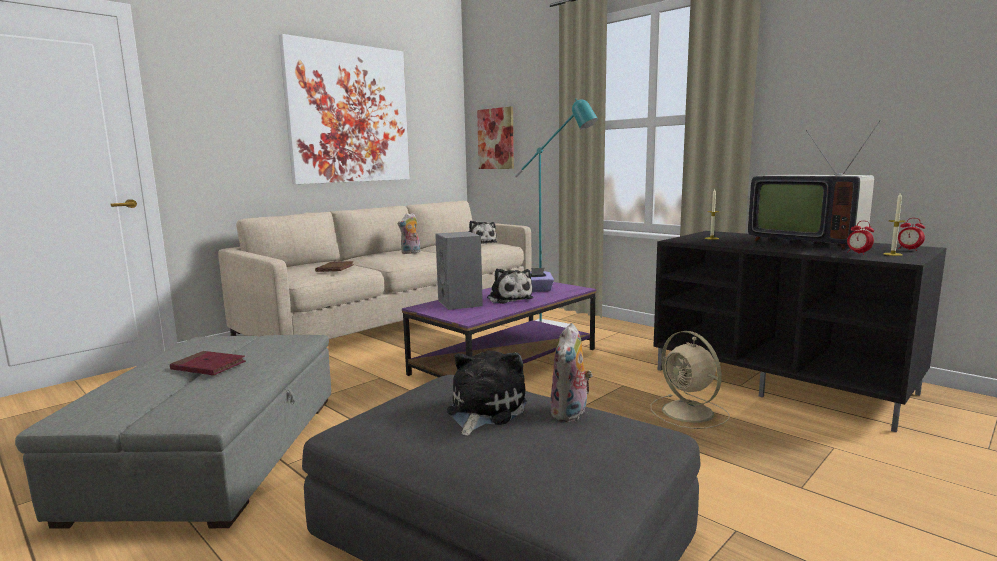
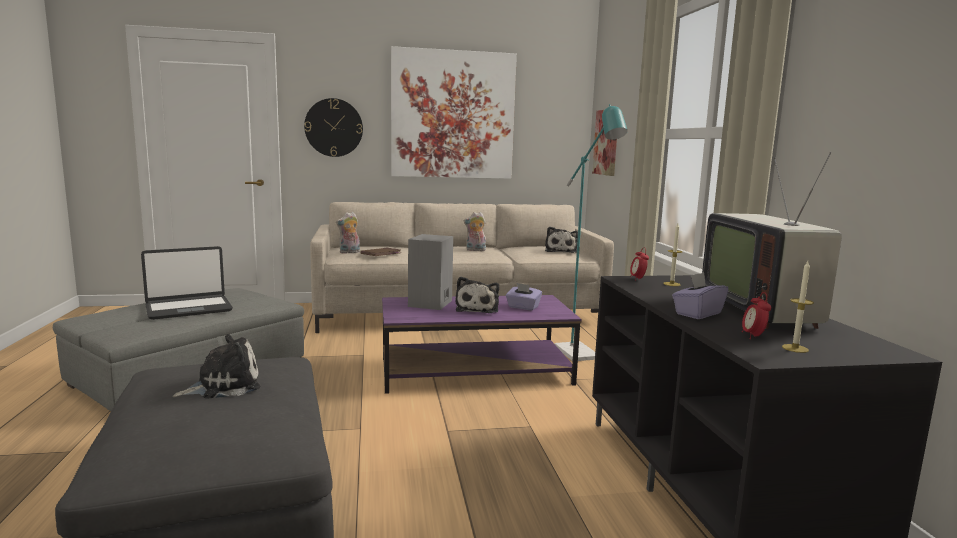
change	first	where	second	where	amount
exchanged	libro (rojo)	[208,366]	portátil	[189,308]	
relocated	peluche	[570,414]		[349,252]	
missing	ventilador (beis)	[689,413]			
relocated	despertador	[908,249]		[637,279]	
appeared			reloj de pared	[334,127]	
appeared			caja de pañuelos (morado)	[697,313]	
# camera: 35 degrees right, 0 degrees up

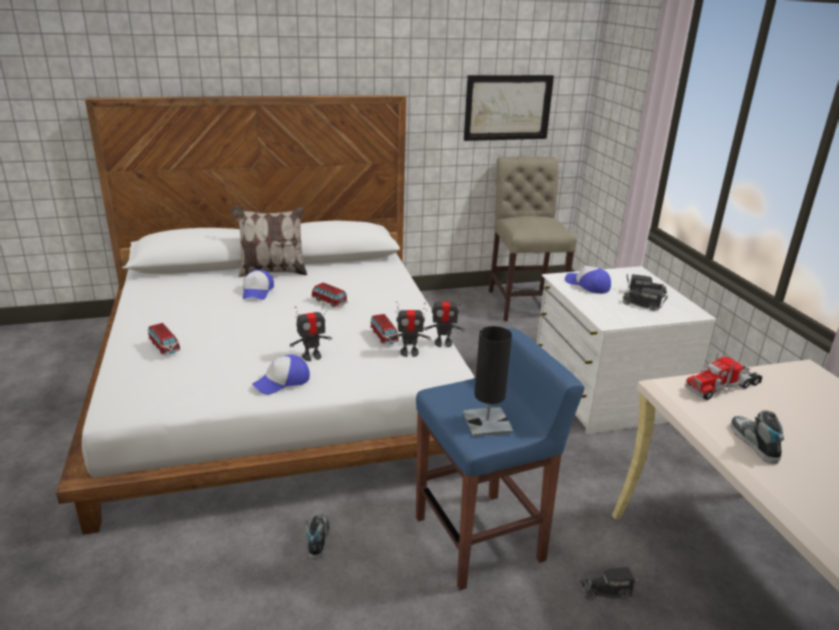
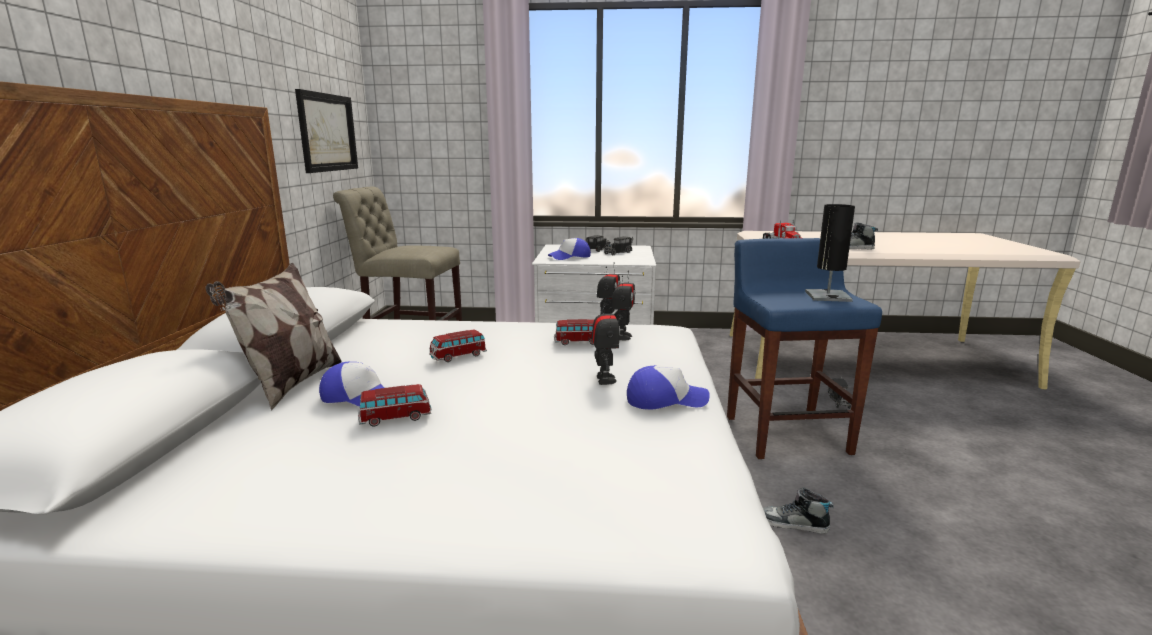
change	first	where	second	where	amount
relocated	coche de juguete	[164,347]		[395,418]	
spun	gorra	[282,382]		[665,400]	75 degrees counterclockwise
# camera: 70 degrees left, 10 degrees down

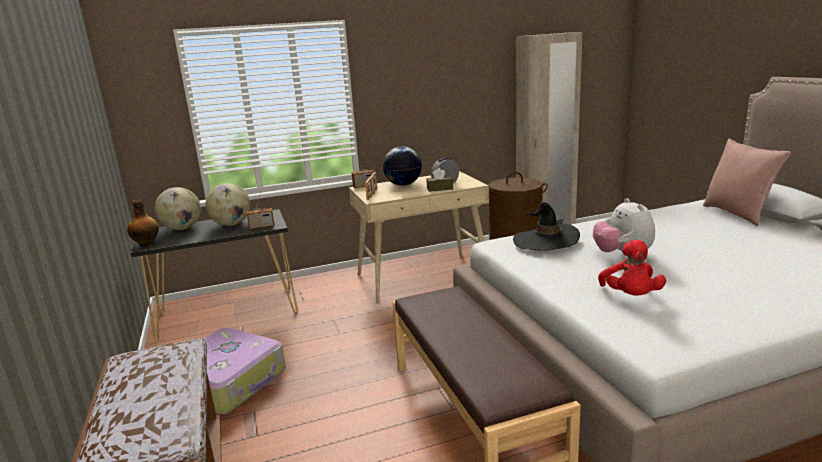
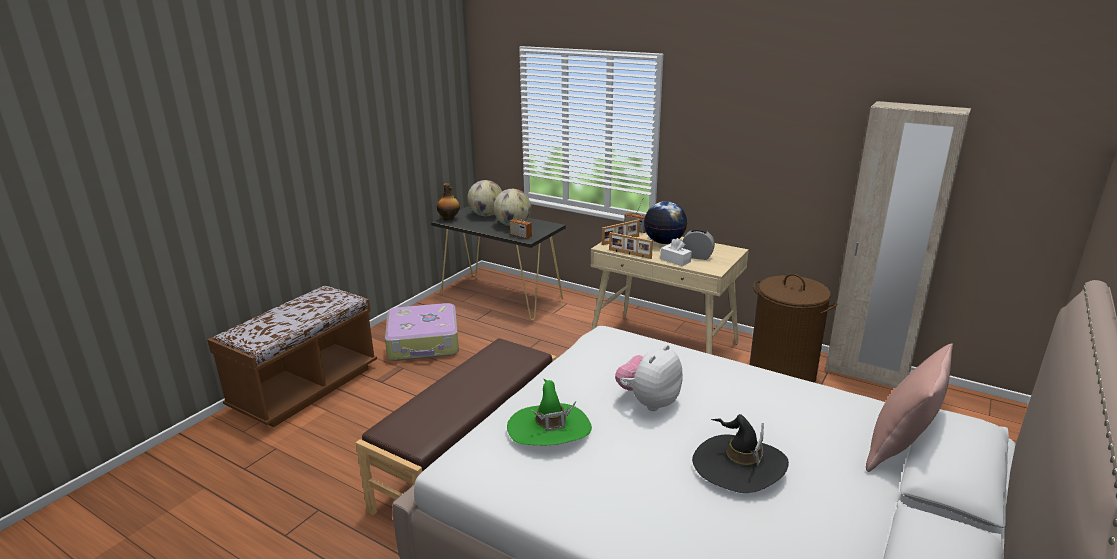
change	first	where	second	where	amount
colour	caja de pañuelos (marrón)	[440,189]	caja de pañuelos (blanco)	[675,260]	
relocated	sombrero (negro)	[545,241]		[738,466]	
exchanged	peluche (rojo)	[630,297]	sombrero (verde)	[549,429]	
appeared			portarretratos	[629,254]	
# camera: 50 degrees right, 5 degrees up

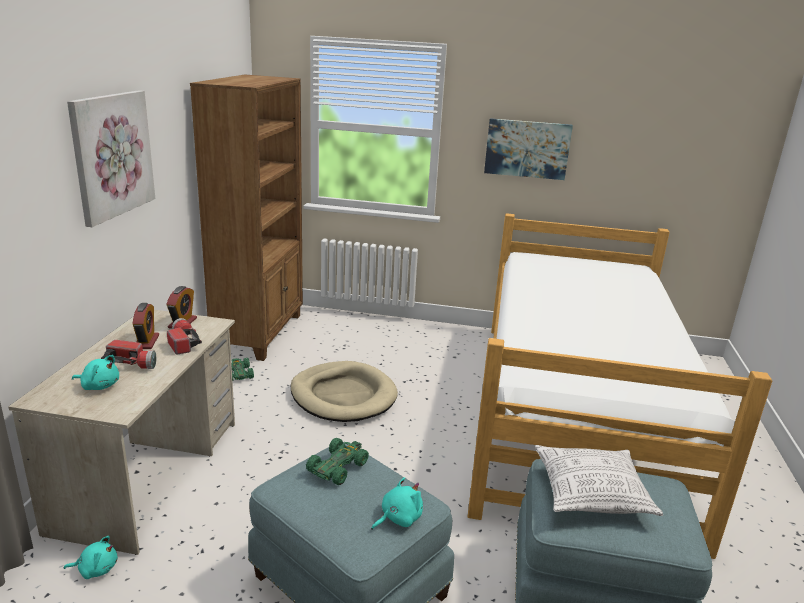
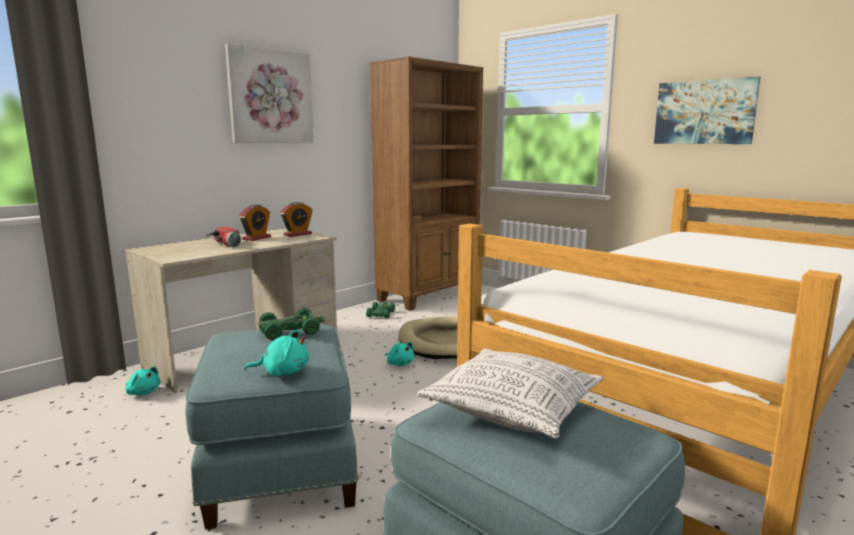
change	first	where	second	where	amount
relocated	peluche (turquesa)	[99,386]		[399,364]	
missing	linterna	[183,343]			
# camera: 35 degrees right, 10 degrees down

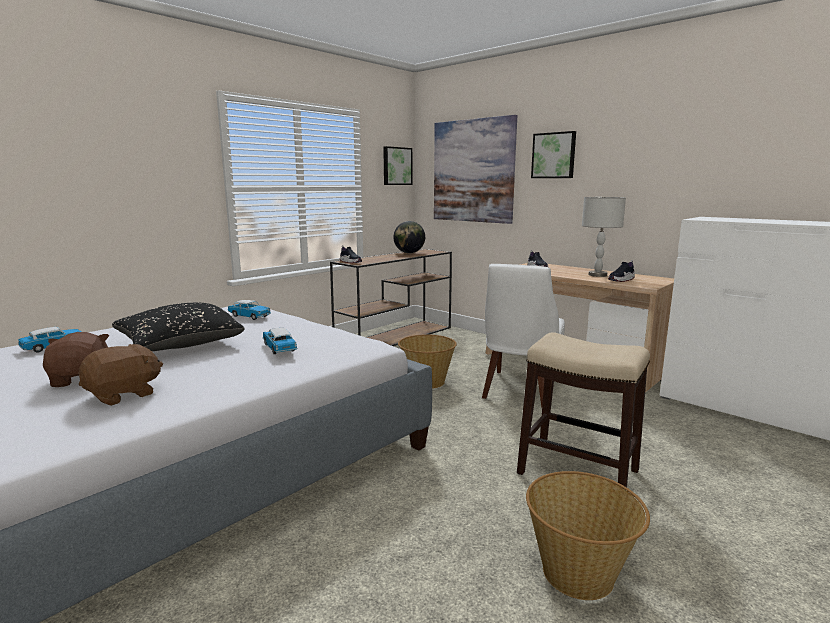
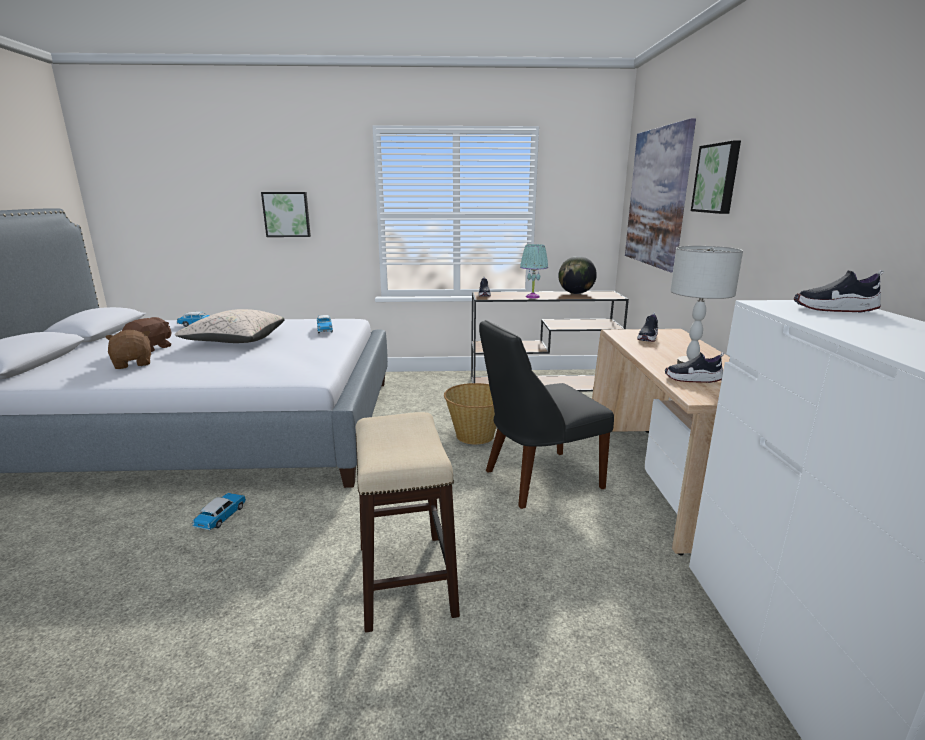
change	first	where	second	where	amount
spun	peluche (marrón)	[124,395]		[134,363]	120 degrees counterclockwise
colour	cojín (negro)	[180,346]	cojín (beis)	[235,341]	
relocated	coche de juguete	[279,348]		[221,517]	
relocated	cuadro	[396,166]		[287,214]	
colour	silla (blanco)	[519,390]	silla (negro)	[537,480]	
missing	cesta	[579,573]			
appeared			lámpara de mesa (turquesa)	[532,297]	
appeared			zapato	[834,309]	
# camera: 45 degrees right, 5 degrees up

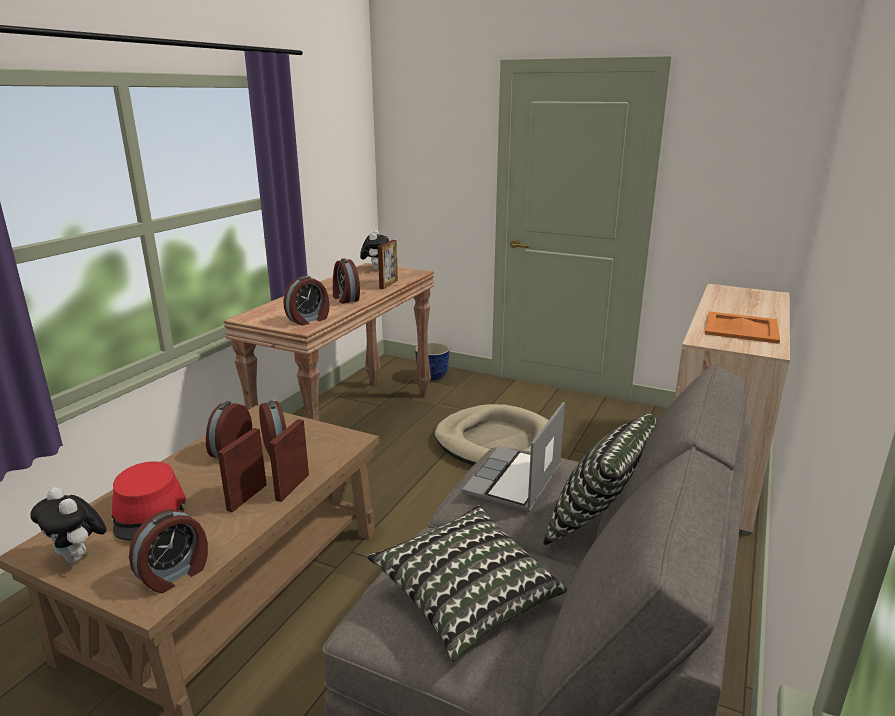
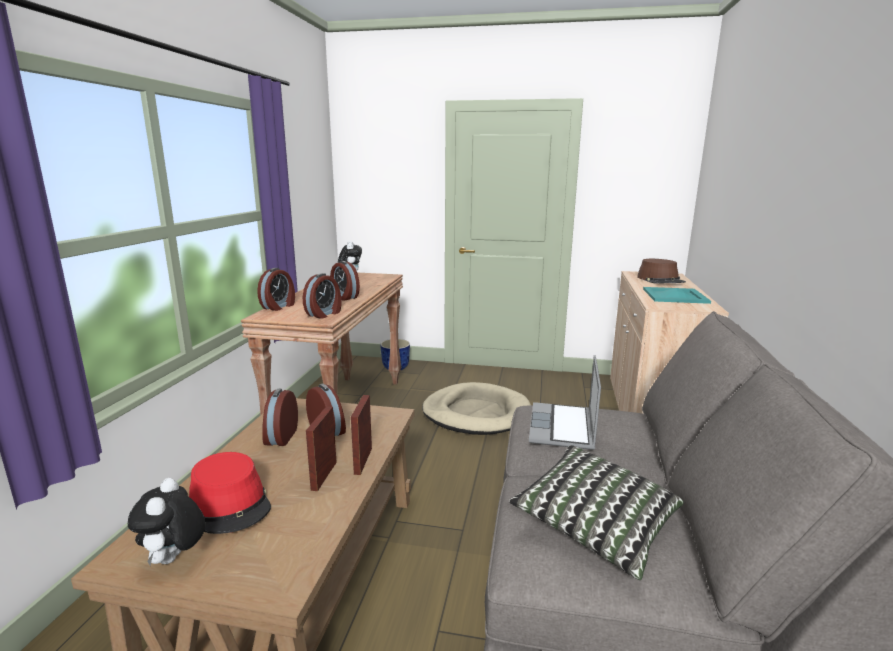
change	first	where	second	where	amount
spun	peluche	[79,557]		[174,559]	60 degrees clockwise
relocated	despertador	[175,574]		[279,306]	
missing	portarretratos	[388,284]			
missing	cojín	[597,523]			
colour	bandeja (naranja)	[742,328]	bandeja (turquesa)	[675,296]	
appeared			sombrero (marrón)	[660,280]	
# camera: 15 degrees left, 5 degrees down

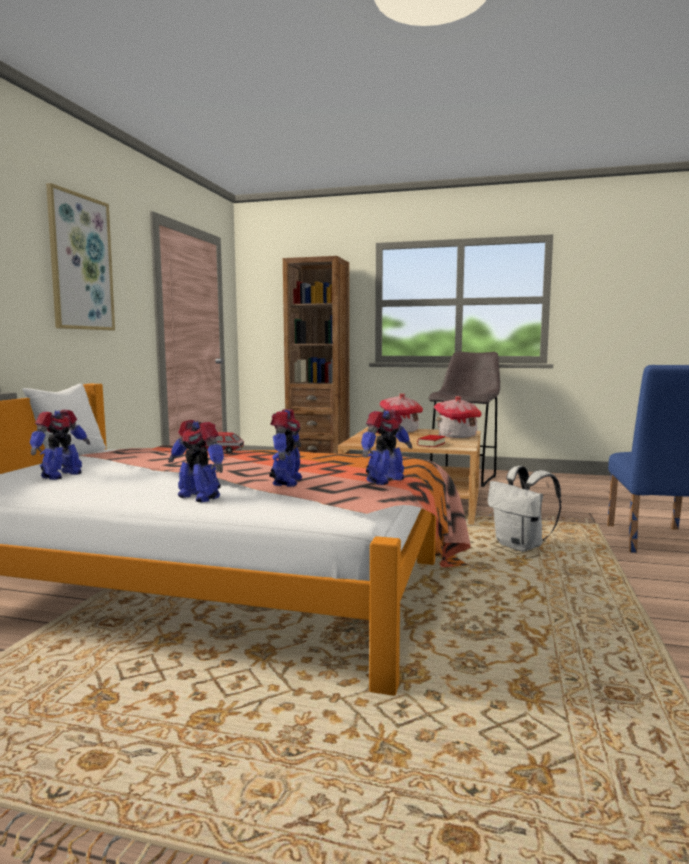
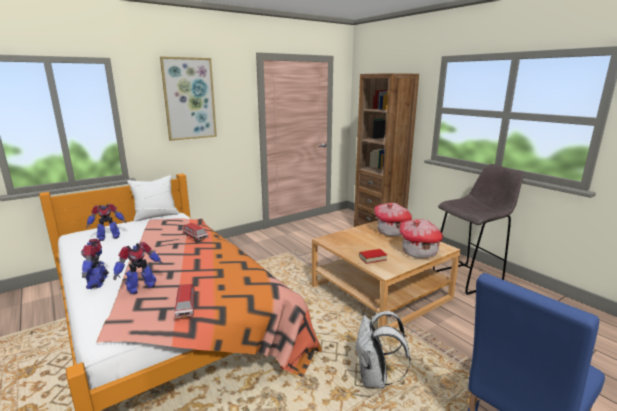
change	first	where	second	where	amount
exchanged	robot de juguete	[384,480]	coche de juguete	[185,308]	
# camera: 40 degrees right, 10 degrees up

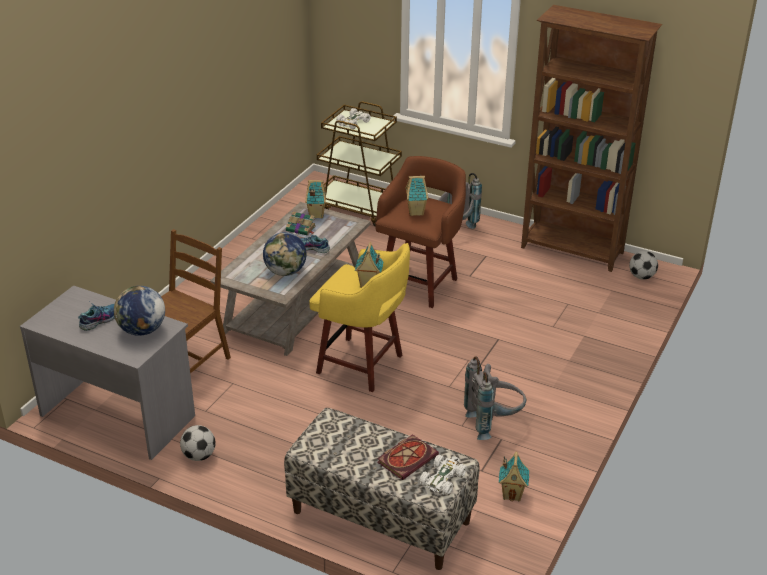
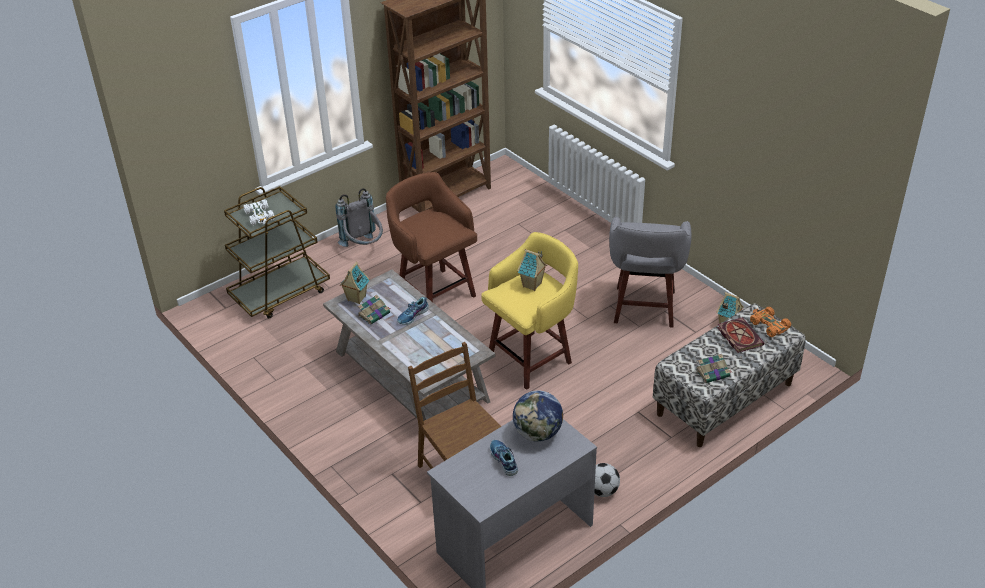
change	first	where	second	where	amount
missing	globo terráqueo	[286,272]			
missing	casita	[416,212]			
colour	coche de juguete (blanco)	[443,479]	coche de juguete (naranja)	[769,325]	
exchanged	mochila (gris)	[493,423]	taburete (gris)	[644,309]	
missing	balón de fútbol	[641,277]			
appeared			libro	[713,373]	
# camera: 65 degrees left, 5 degrees up

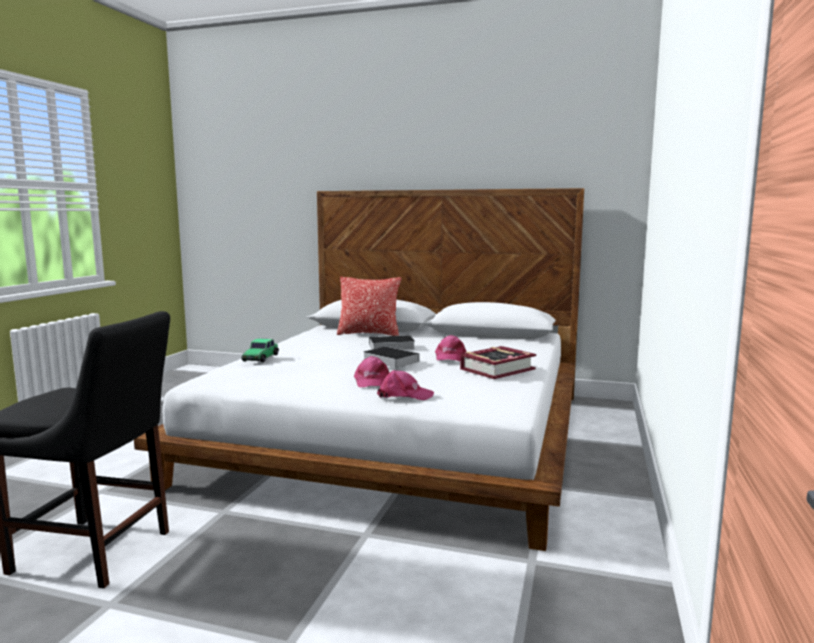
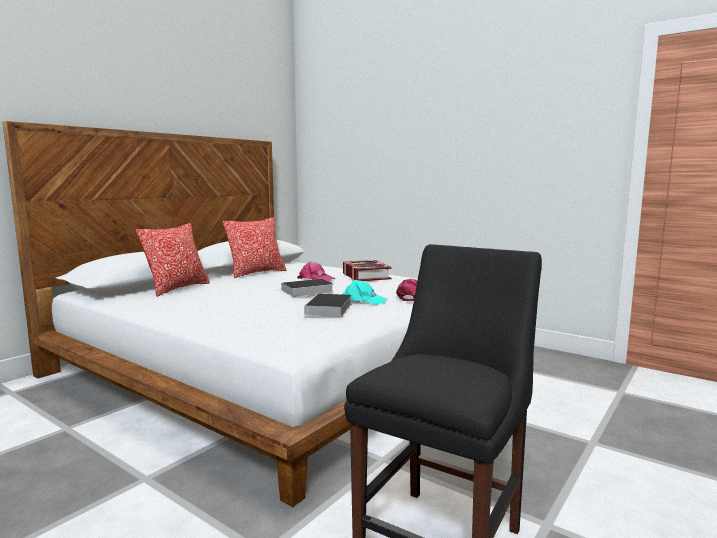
change	first	where	second	where	amount
missing	coche de juguete	[260,358]			
colour	gorra (rosa)	[371,381]	gorra (turquesa)	[363,300]	
relocated	libro	[390,346]		[329,309]	
appeared			cojín	[256,273]	
# camera: 70 degrees left, 0 degrees up

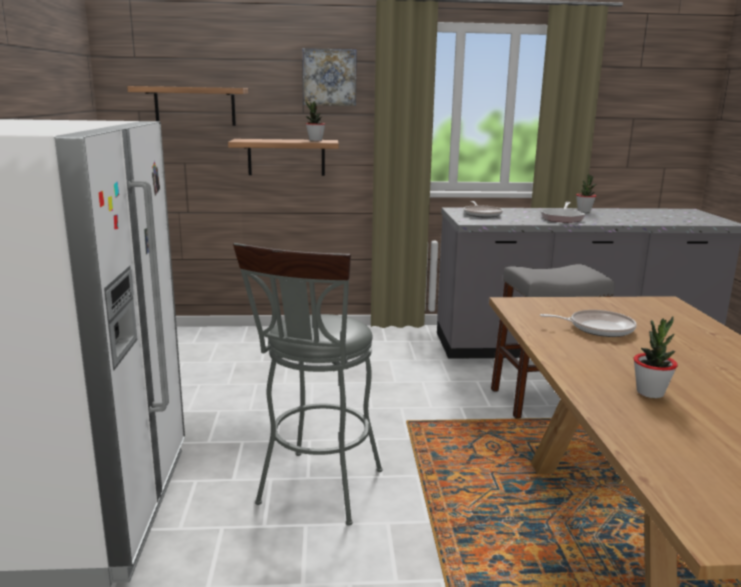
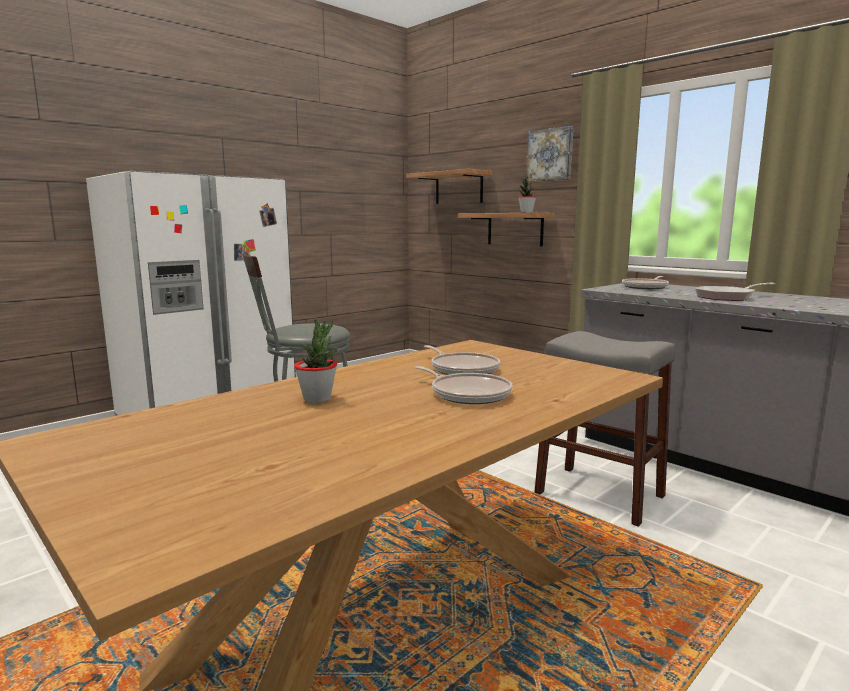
change	first	where	second	where	amount
missing	planta en maceta	[584,211]			
appeared			sartén	[468,394]	
# camera: 50 degrees right, 5 degrees down

